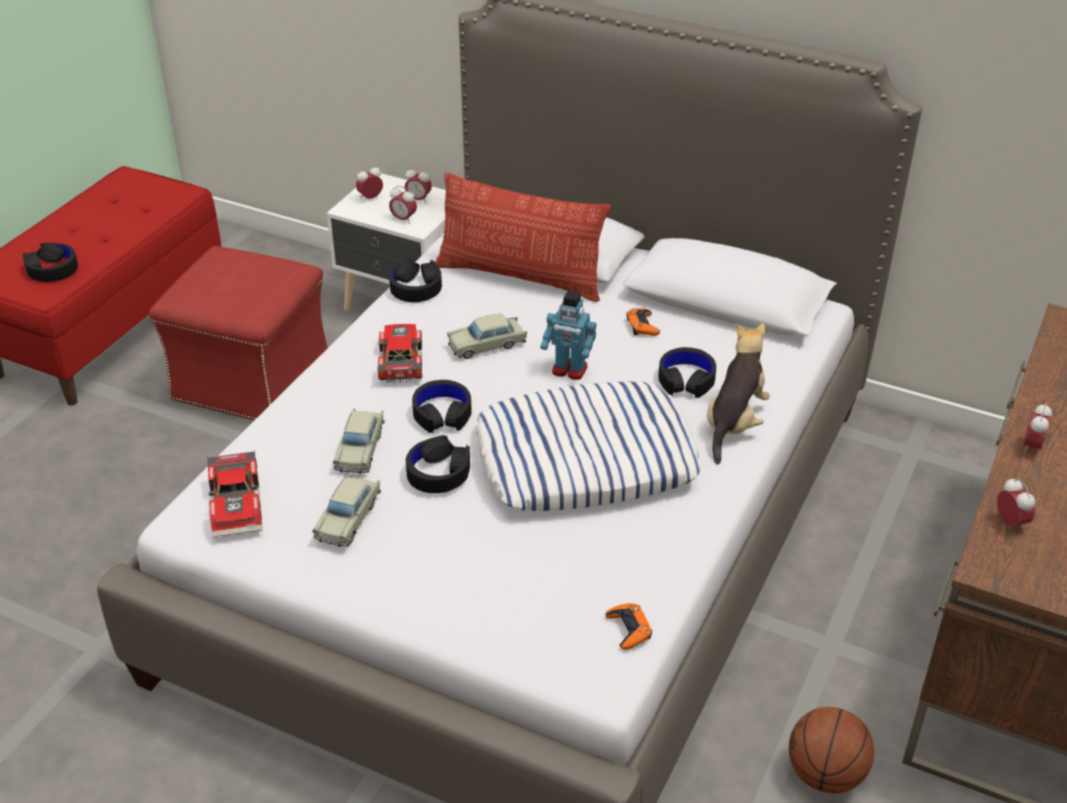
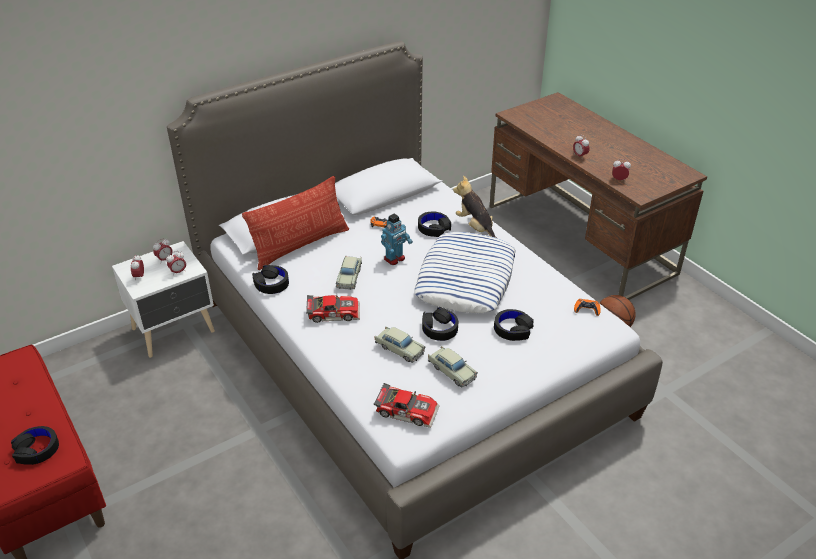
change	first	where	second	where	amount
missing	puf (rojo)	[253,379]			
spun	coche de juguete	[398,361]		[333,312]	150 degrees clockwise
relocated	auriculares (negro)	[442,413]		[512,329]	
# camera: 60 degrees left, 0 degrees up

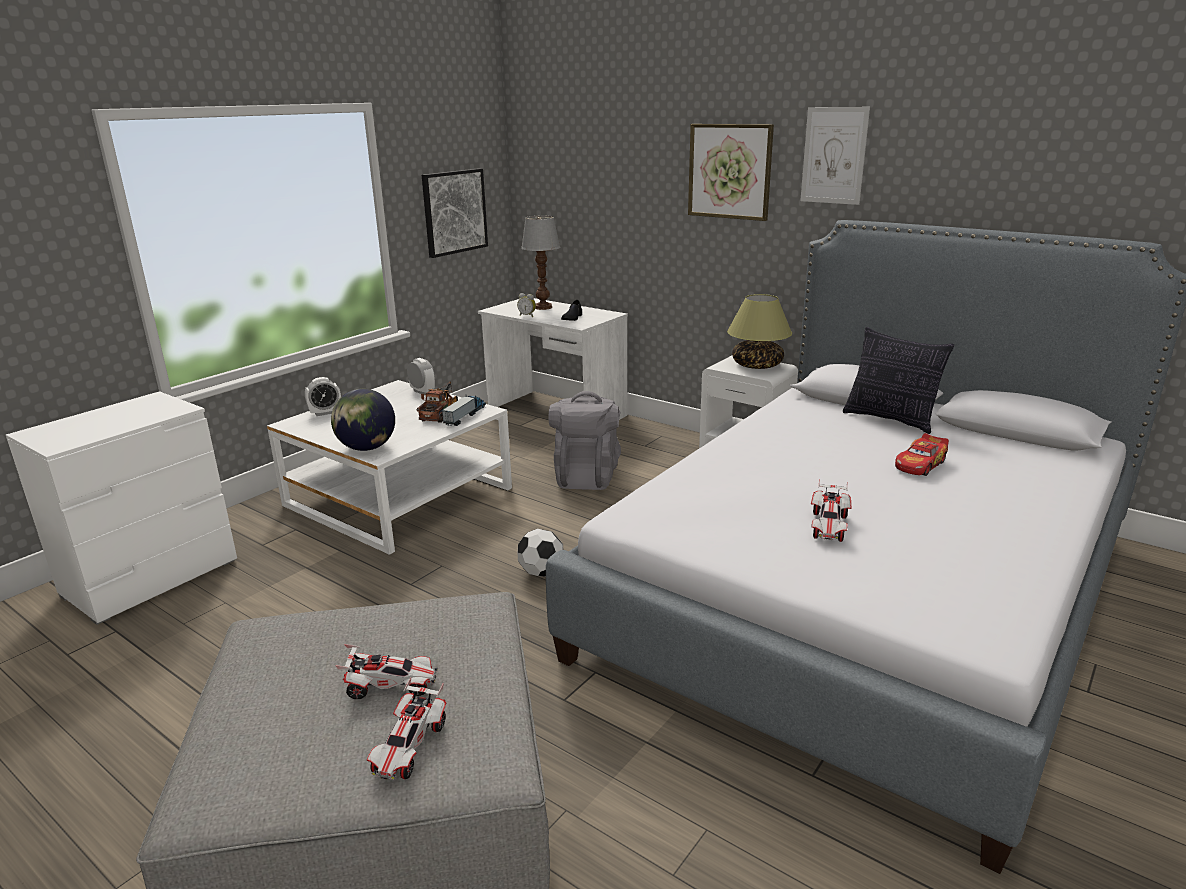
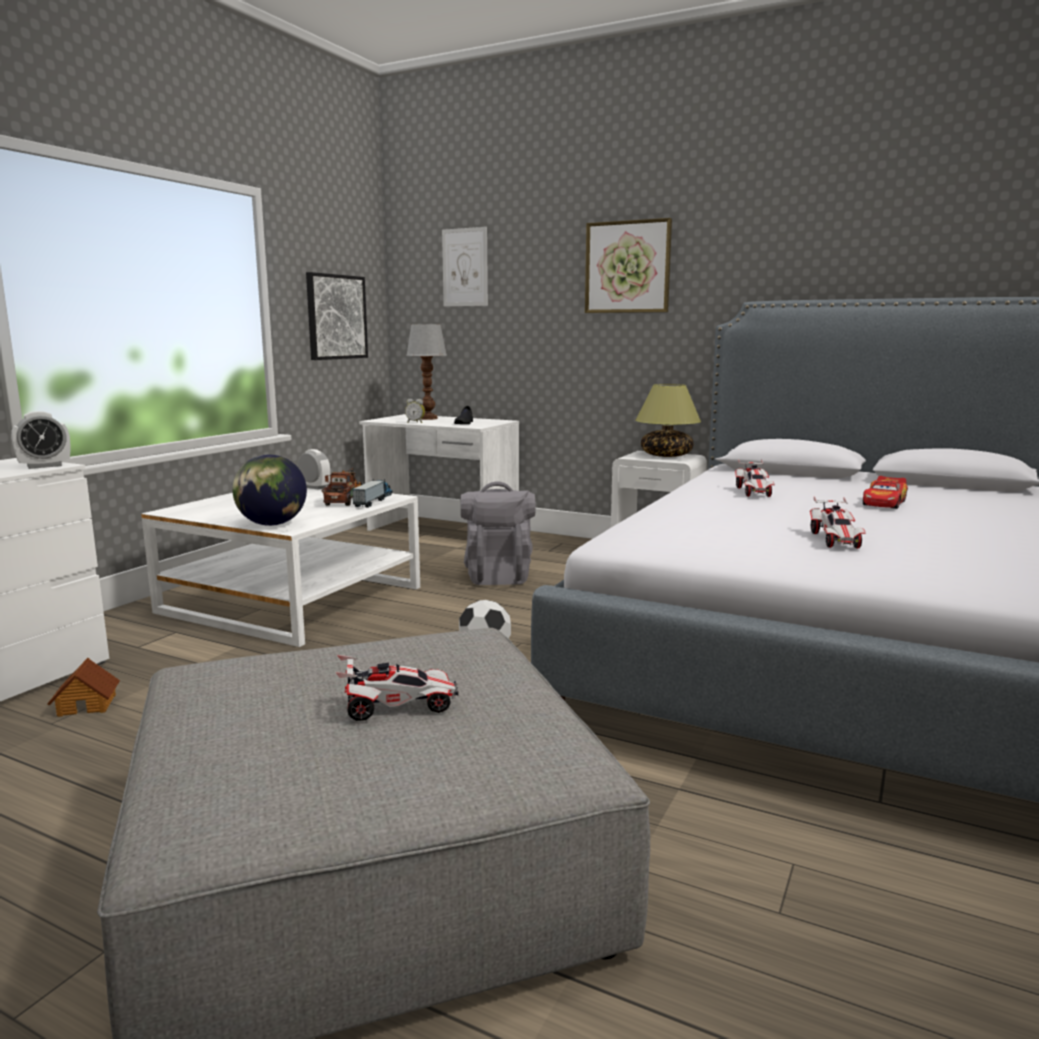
change	first	where	second	where	amount
relocated	despertador	[325,413]		[44,466]	
relocated	coche de juguete	[409,748]		[754,492]	
relocated	cuadro	[834,155]		[465,267]	
missing	cojín	[890,419]			
appeared			casita	[87,704]	
# camera: 10 degrees left, 10 degrees down

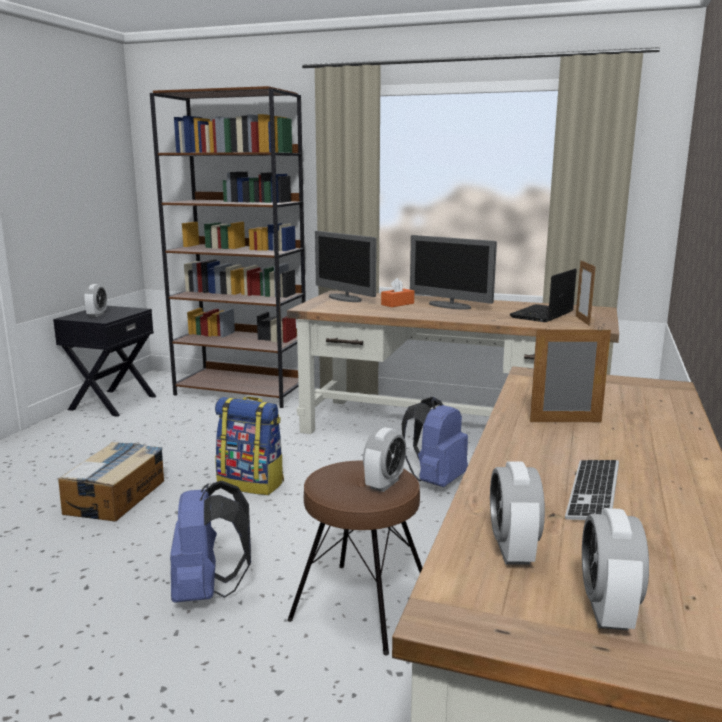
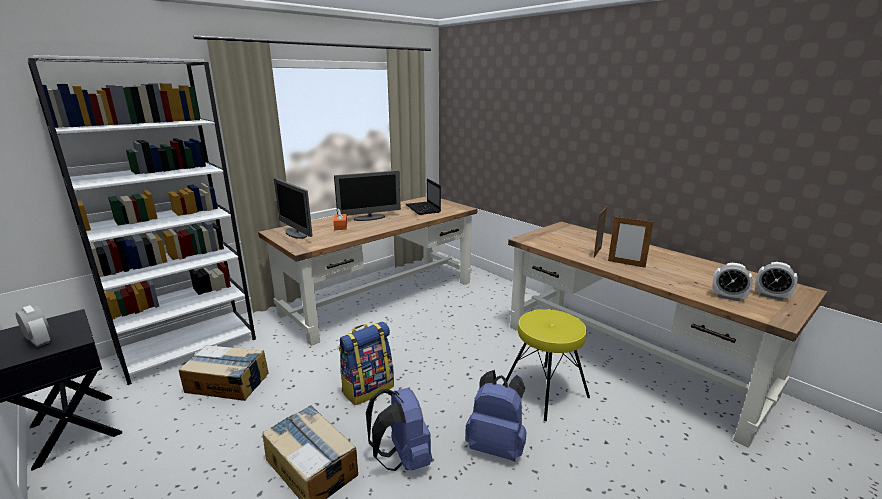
change	first	where	second	where	amount
colour	estantería (marrón)	[242,392]	estantería (blanco)	[189,347]	
colour	taburete (marrón)	[361,605]	taburete (amarillo)	[544,391]	
spun	monitor	[345,298]		[296,234]	60 degrees clockwise
missing	despertador	[384,484]			
relocated	mochila (azul)	[435,481]		[403,459]	
missing	teclado	[593,492]			
relocated	portarretratos	[582,321]		[626,264]	
appeared			caja de cartón	[227,383]	
# camera: 60 degrees left, 5 degrees up

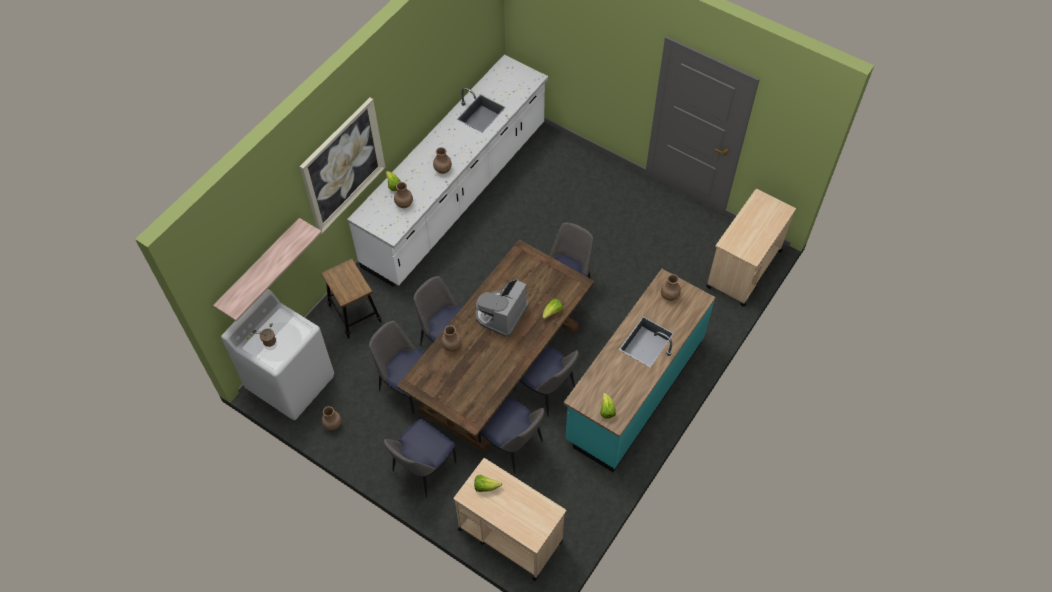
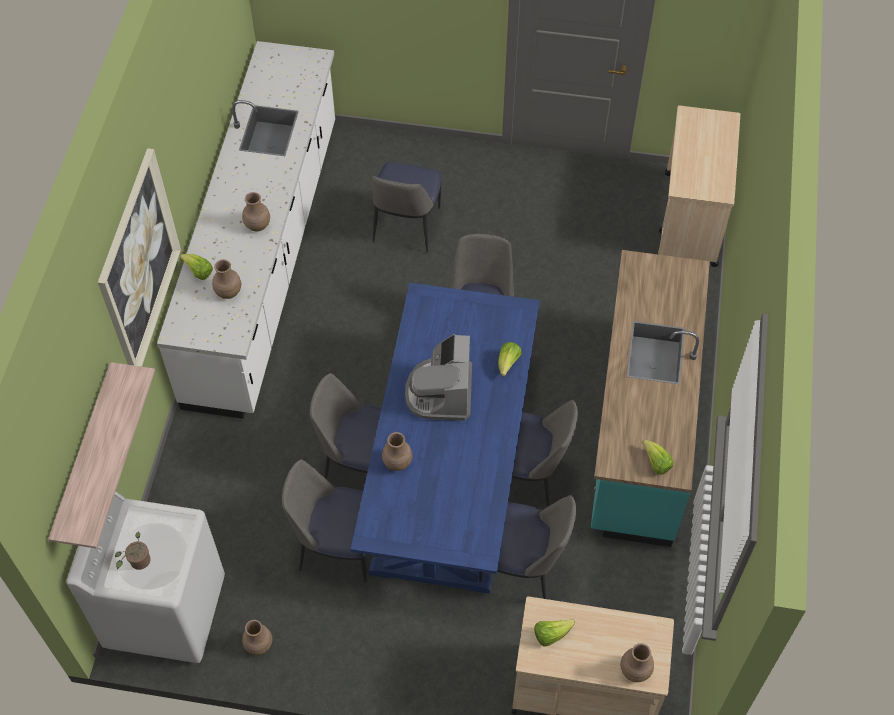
change	first	where	second	where	amount
missing	taburete	[355,314]			
relocated	silla	[423,469]		[406,227]	
colour	mesa de comedor (marrón)	[500,368]	mesa de comedor (azul)	[450,471]	
relocated	florero (marrón)	[669,295]		[635,670]	
# camera: 25 degrees left, 0 degrees up

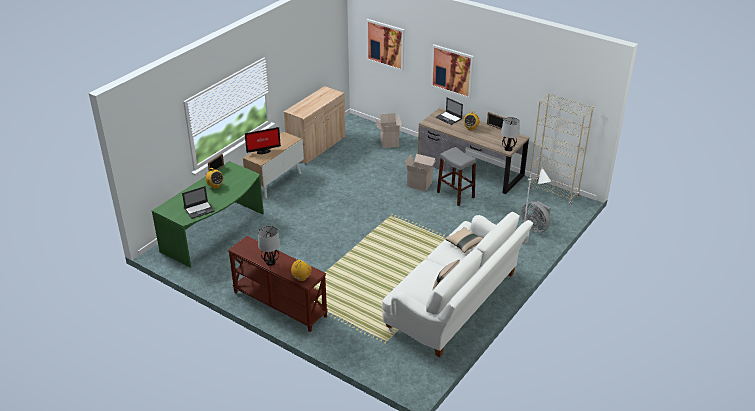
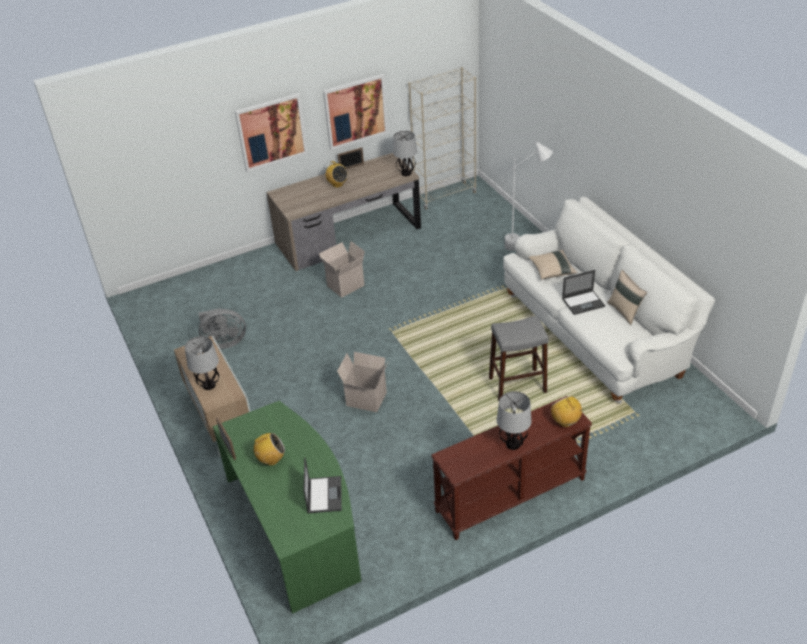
change	first	where	second	where	amount
exchanged	monitor	[263,151]	lámpara de mesa	[208,385]	
missing	armario (beis)	[316,147]			
relocated	cuadro	[385,44]		[355,111]	
relocated	caja de cartón	[388,142]		[365,400]	
relocated	portátil	[449,118]		[583,302]	
relocated	taburete (gris)	[455,195]		[517,385]	
relocated	ventilador (gris)	[535,227]		[224,342]	
# camera: 60 degrees left, 5 degrees up

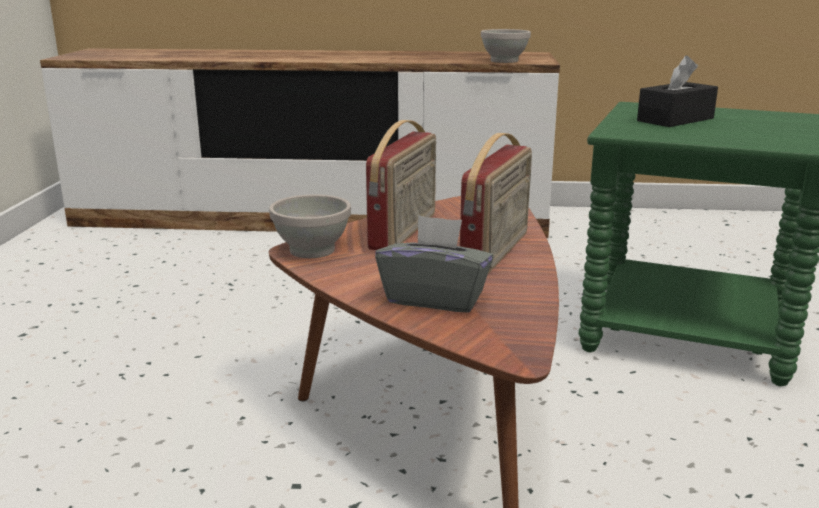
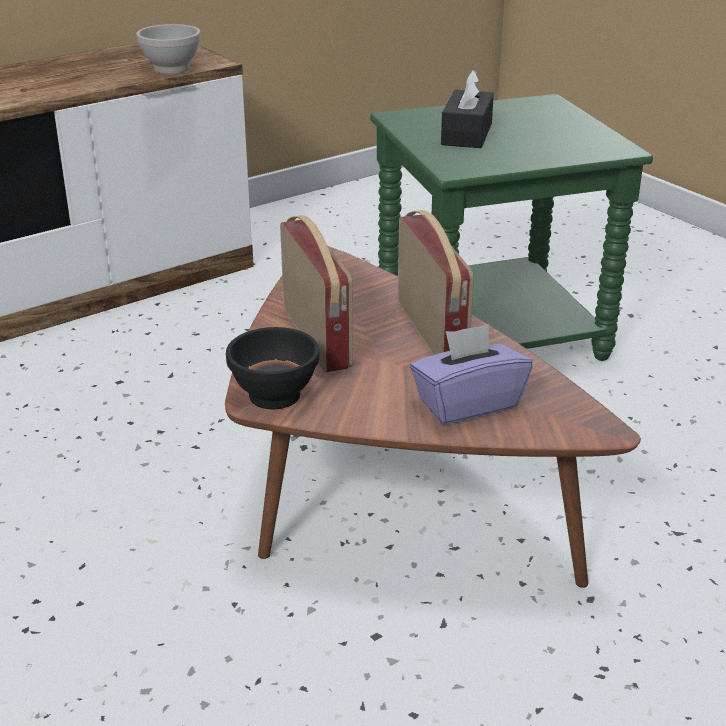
change	first	where	second	where	amount
colour	cuenco (blanco)	[311,250]	cuenco (negro)	[273,396]	
colour	caja de pañuelos (gris)	[435,298]	caja de pañuelos (morado)	[467,404]	
# camera: 40 degrees left, 10 degrees up

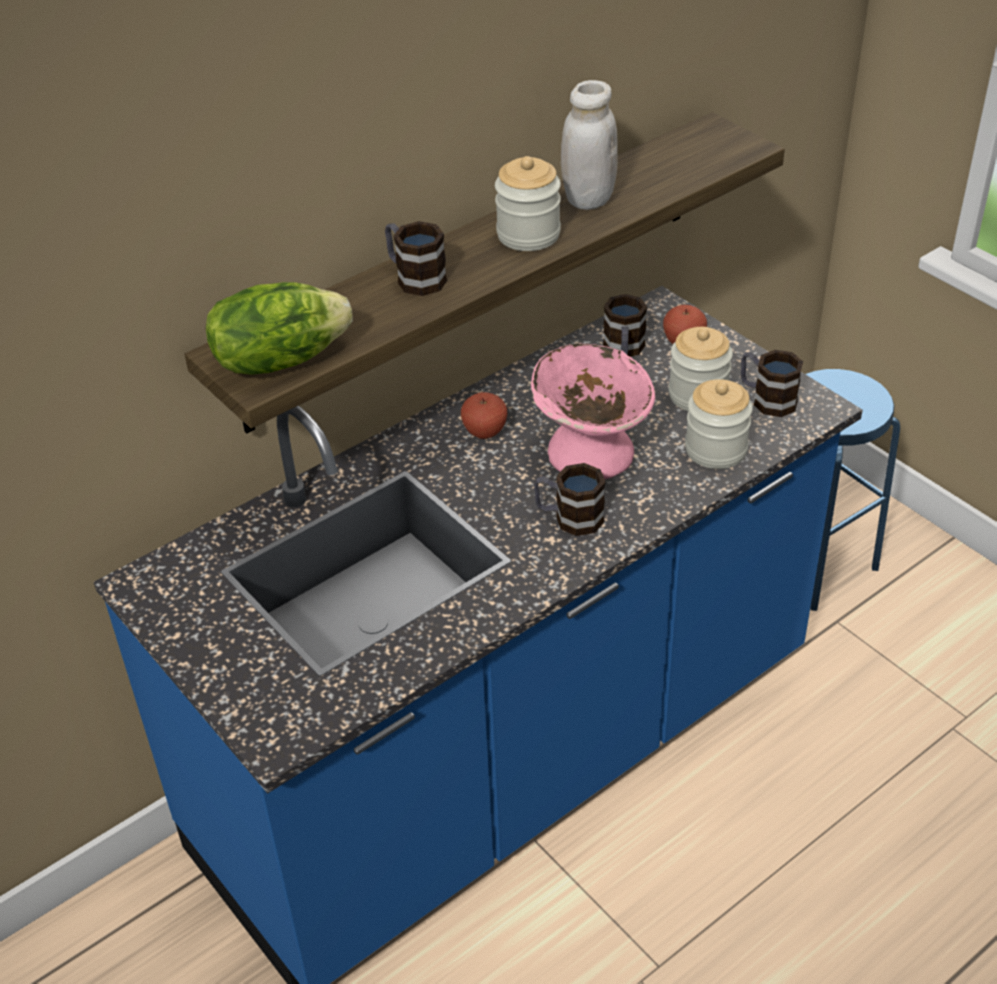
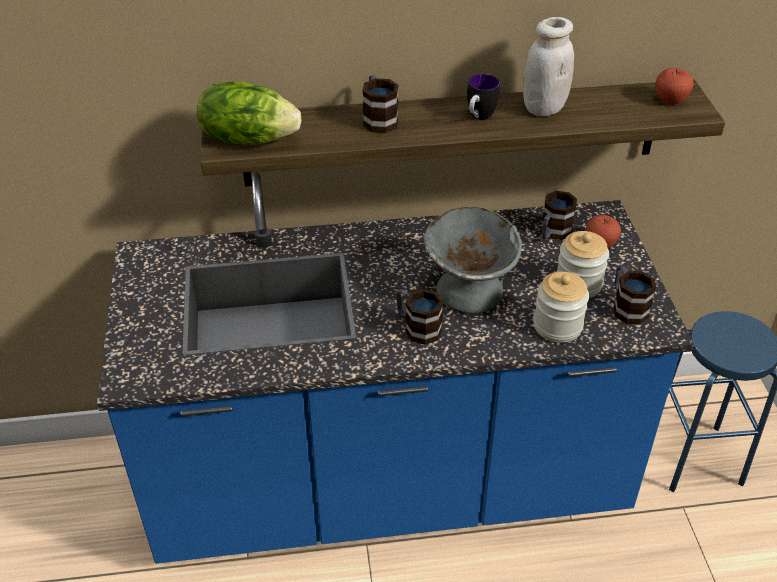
change	first	where	second	where	amount
relocated	manzana	[484,431]		[670,100]	
exchanged	tarro	[528,235]	taza grande	[478,118]	
colour	cuenco (rosa)	[590,452]	cuenco (gris)	[469,291]	
# camera: 30 degrees right, 0 degrees up

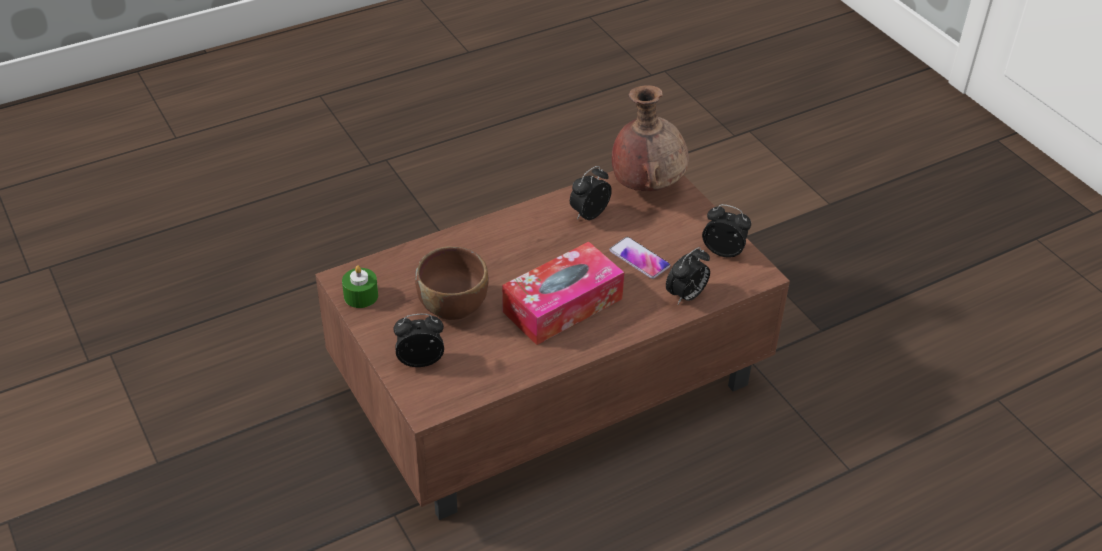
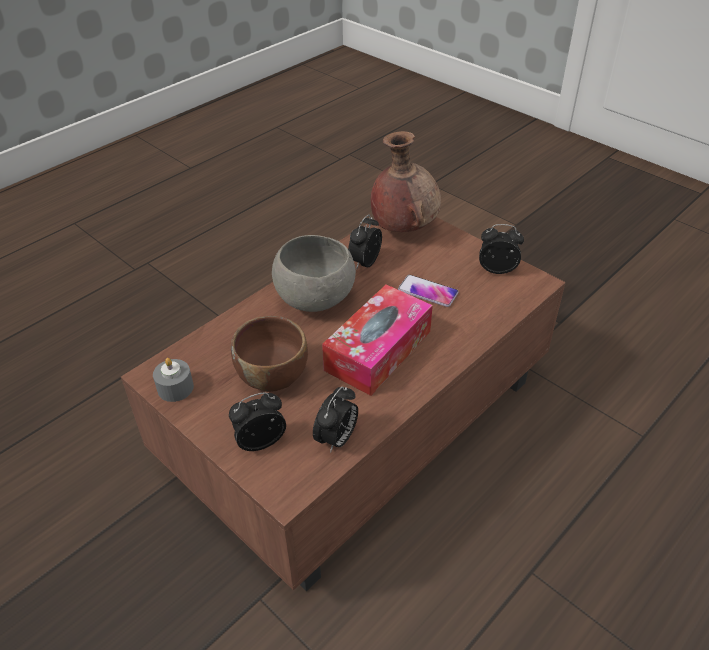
change	first	where	second	where	amount
colour	vela (verde)	[361,296]	vela (gris)	[175,388]	
relocated	despertador	[686,296]		[337,439]	
appeared			cuenco (gris)	[315,298]	
# camera: 15 degrees left, 0 degrees up

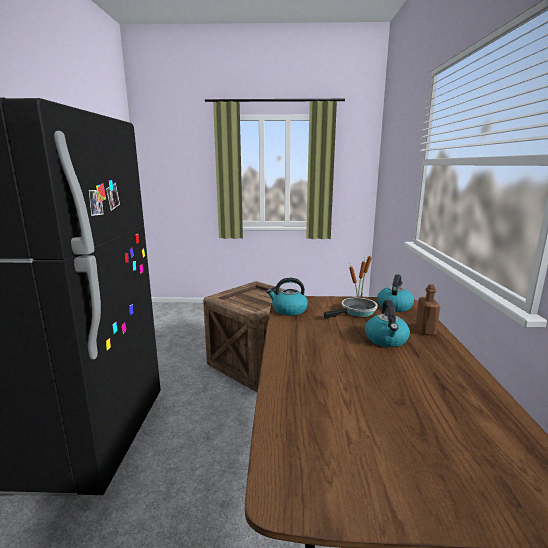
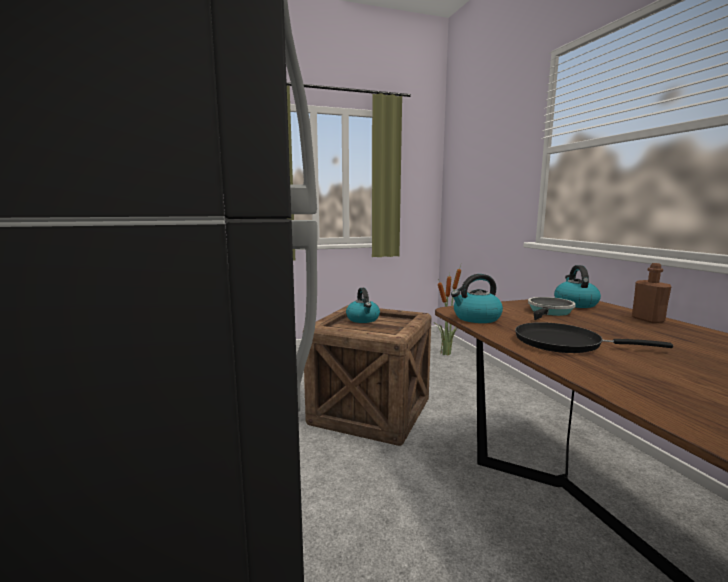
change	first	where	second	where	amount
relocated	hervidor	[386,340]		[363,319]	
appeared			sartén (negro)	[564,343]	
# camera: 20 degrees left, 5 degrees down

